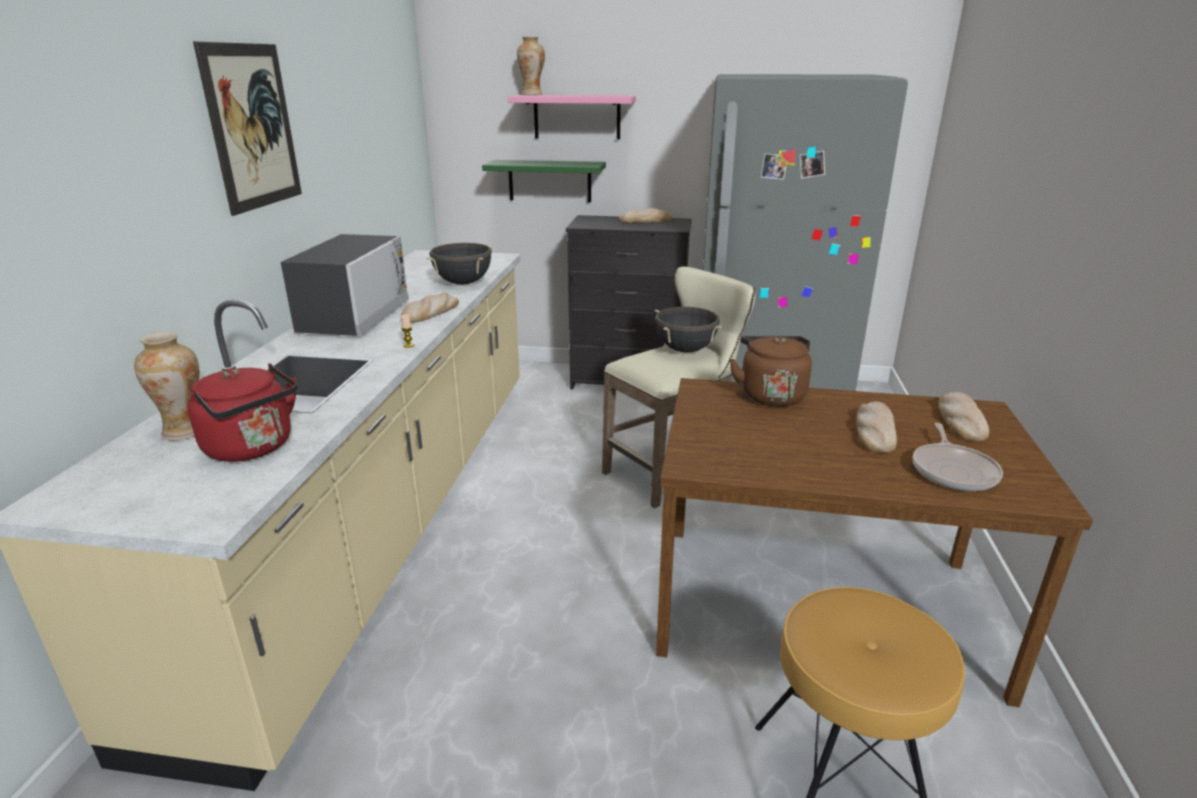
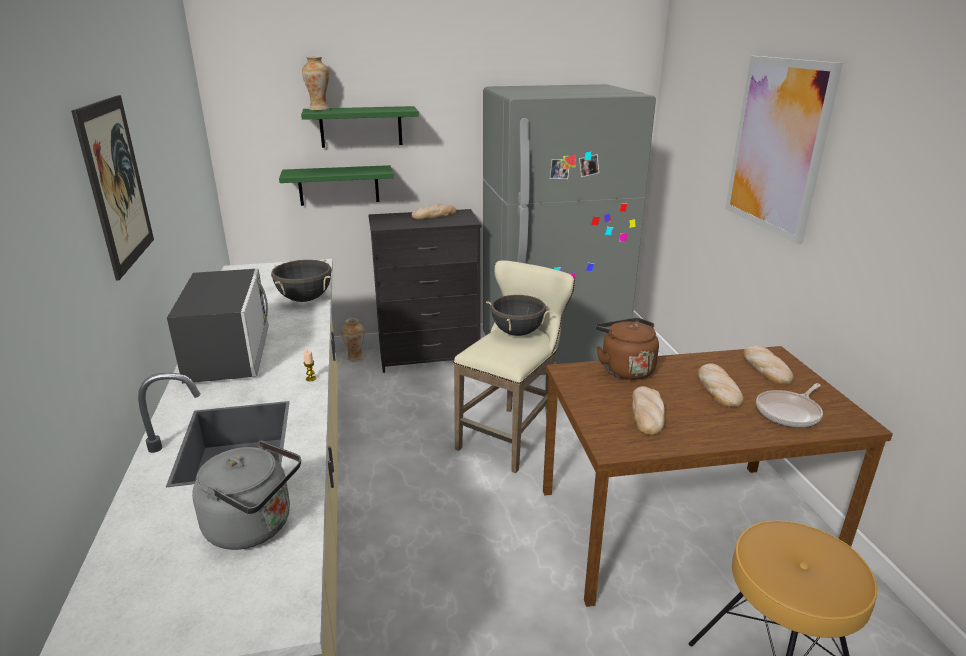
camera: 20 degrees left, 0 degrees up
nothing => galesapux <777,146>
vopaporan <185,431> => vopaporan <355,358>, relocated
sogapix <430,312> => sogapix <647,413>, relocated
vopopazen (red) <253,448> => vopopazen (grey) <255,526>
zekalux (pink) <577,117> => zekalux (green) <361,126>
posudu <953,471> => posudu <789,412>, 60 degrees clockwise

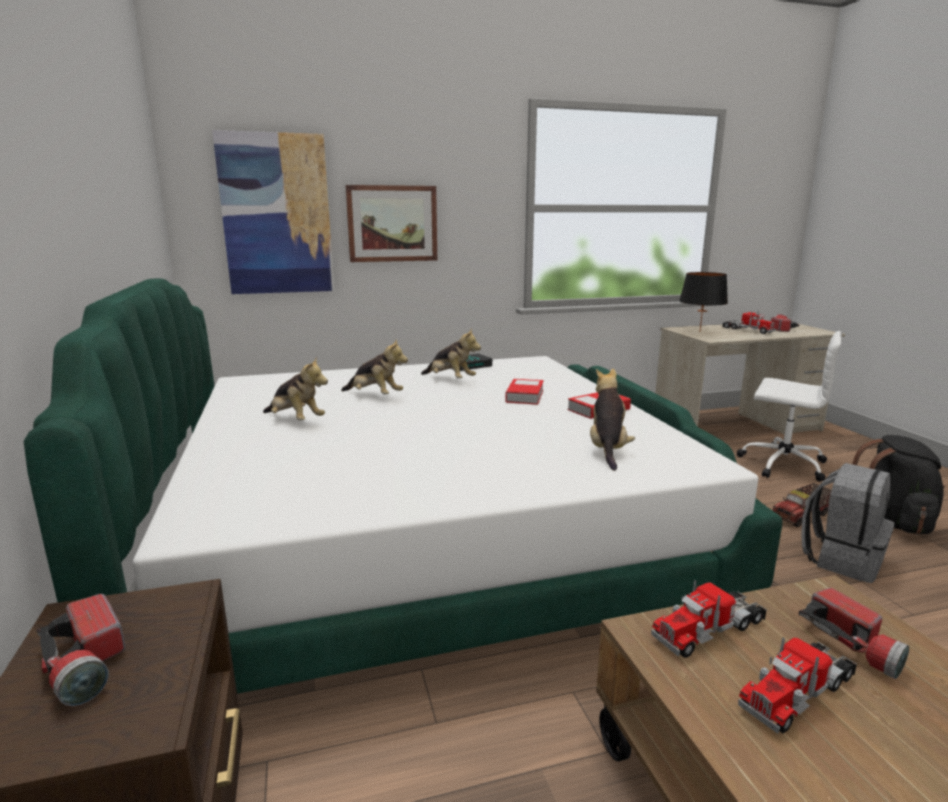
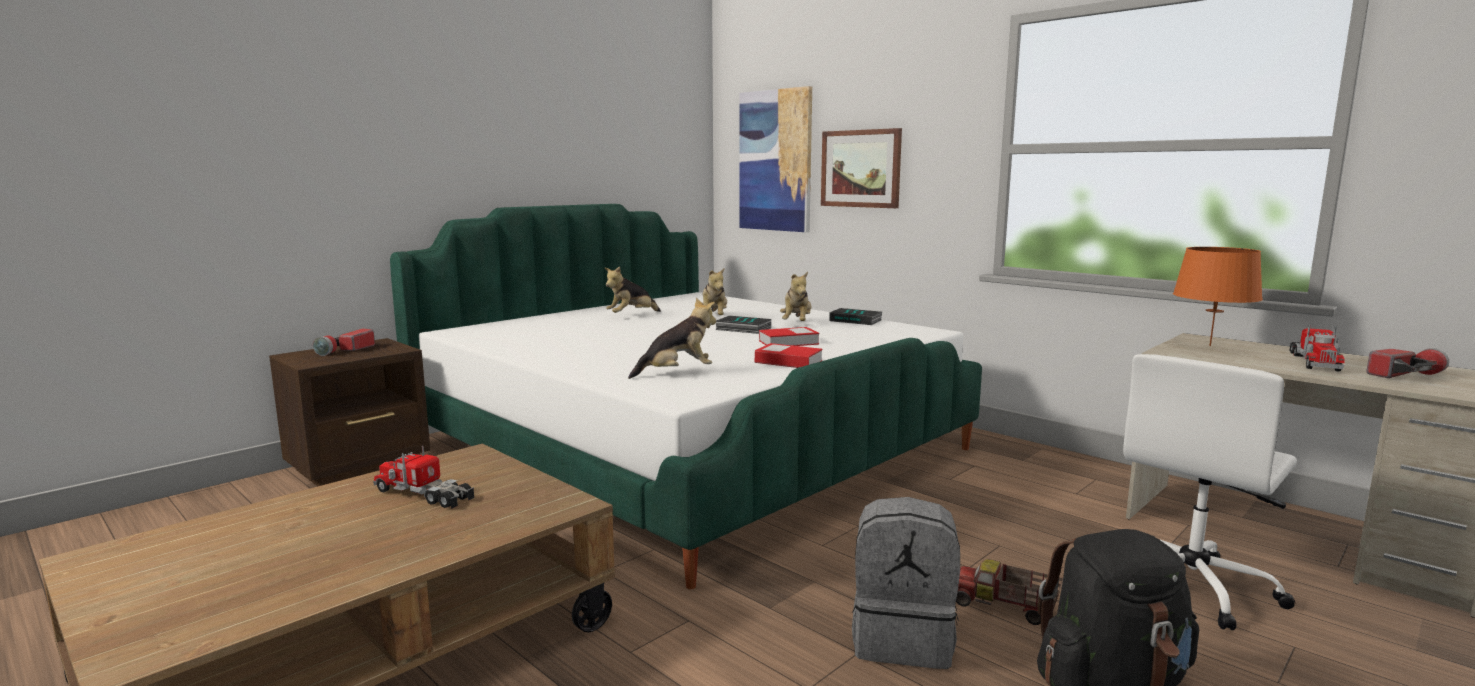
camera: 60 degrees right, 5 degrees down
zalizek <709,629> => nothing
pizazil <852,645> => nothing
nothing => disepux <742,329>
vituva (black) <699,332> => vituva (orange) <1210,346>
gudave <295,420> => gudave <631,315>, 45 degrees clockwise
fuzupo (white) <781,463> => fuzupo (white) <1191,585>, 45 degrees clockwise

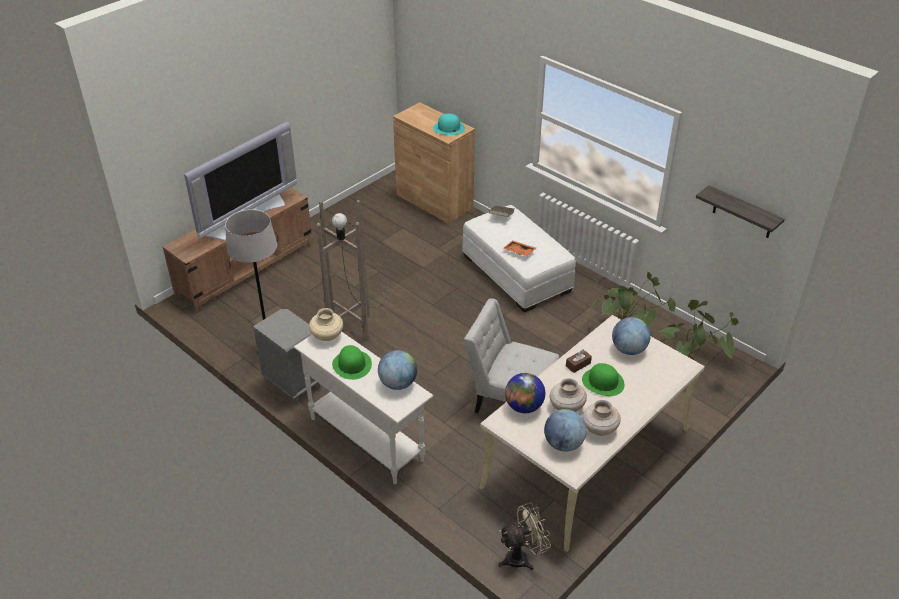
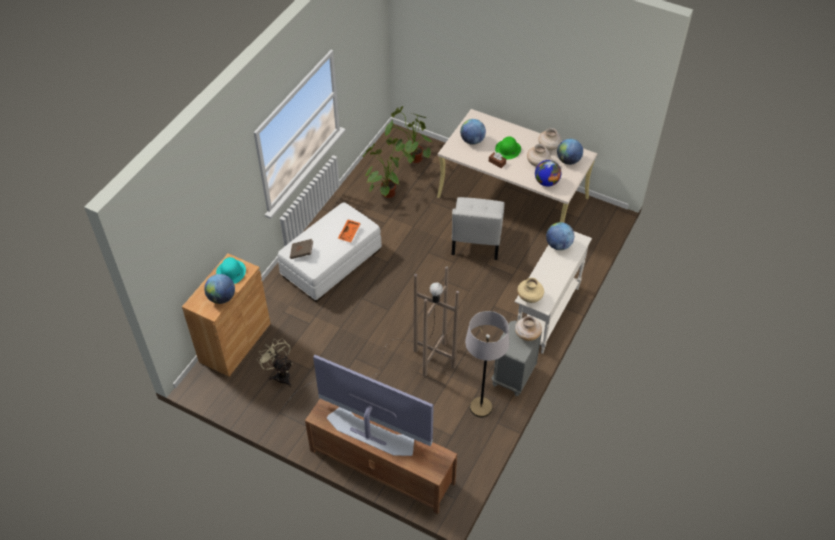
camera: 105 degrees left, 10 degrees up
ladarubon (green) <352,364> => nothing
zekalux <743,213> => nothing
nothing => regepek <221,298>
nothing => vopaporan (beige) <527,335>
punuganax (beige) <522,557> => punuganax (beige) <280,374>, relocated

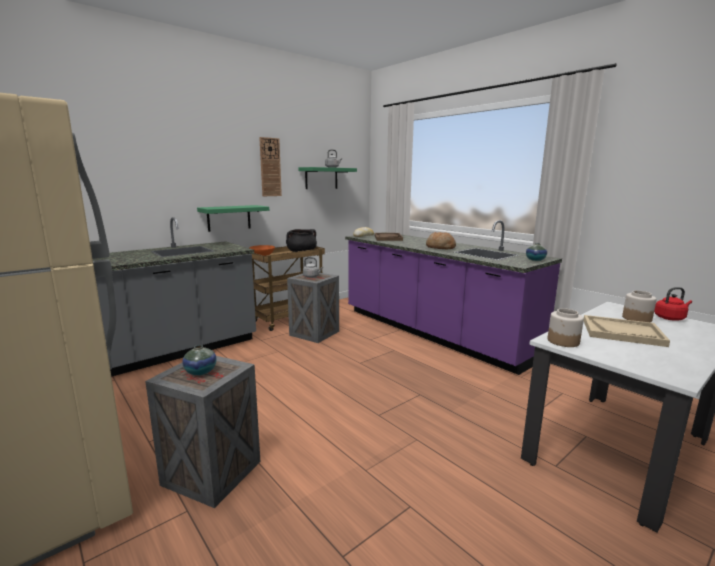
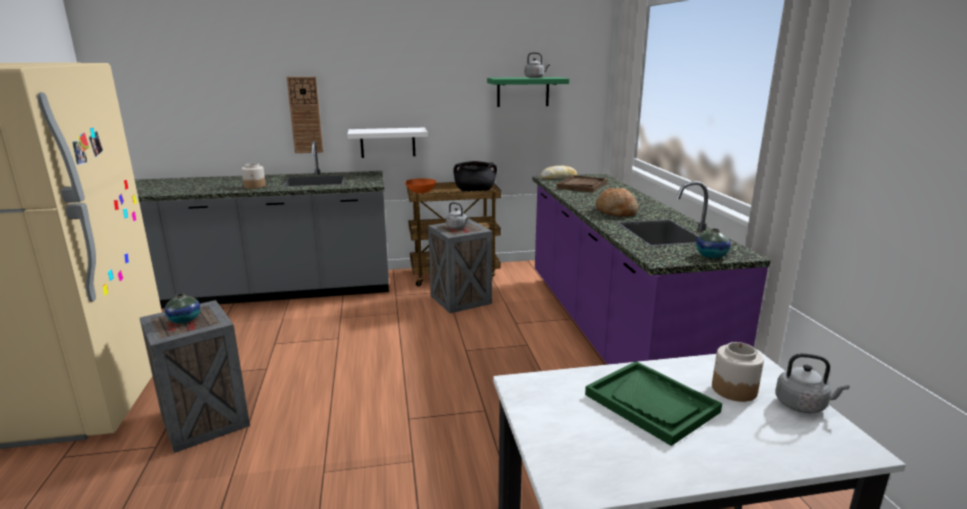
camera: 30 degrees right, 5 degrees up
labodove <270,167> => labodove <305,115>, relocated
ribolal <563,341> => ribolal <255,186>, relocated
zekalux (green) <229,218> => zekalux (white) <387,142>
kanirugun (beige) <622,332> => kanirugun (green) <651,403>
vopopazen (red) <670,318> => vopopazen (grey) <803,405>

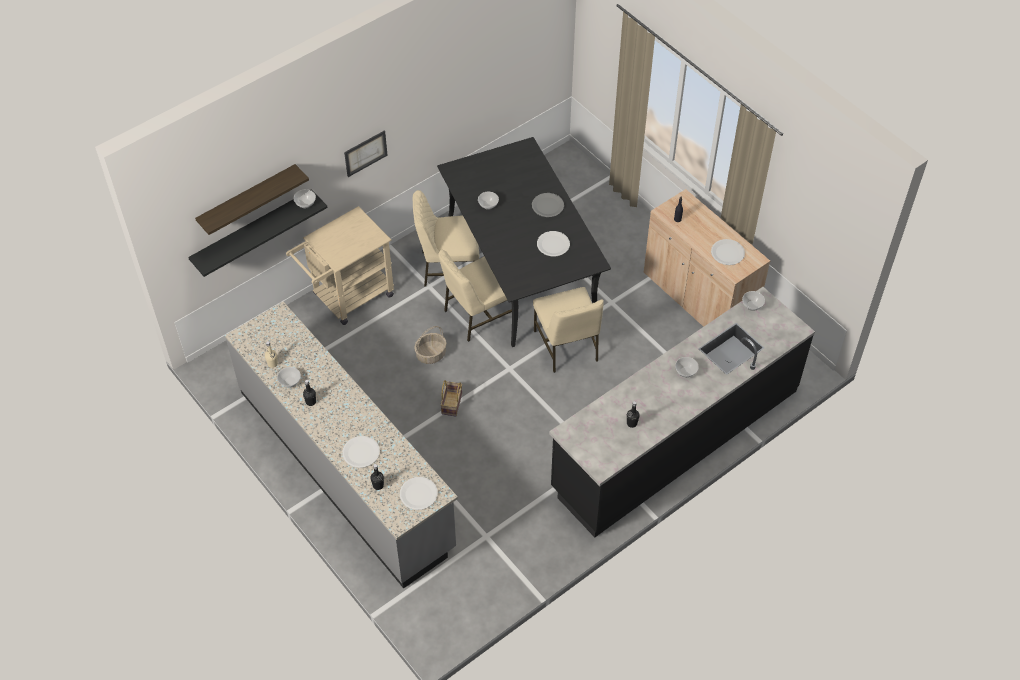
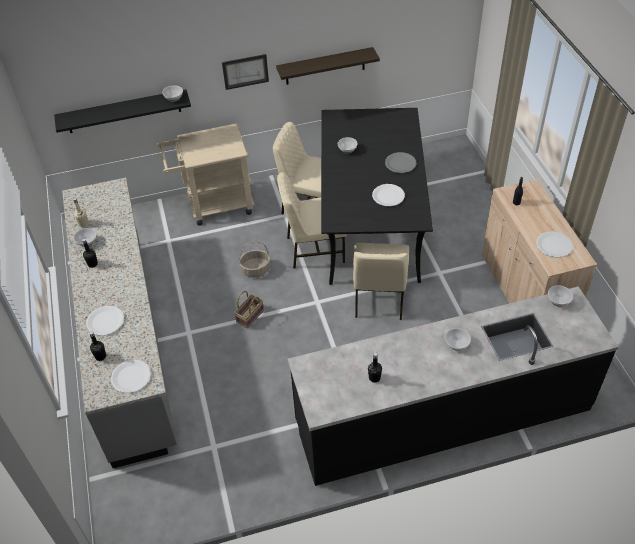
camera: 25 degrees right, 5 degrees down
zekalux <247,200> => zekalux <325,66>, relocated

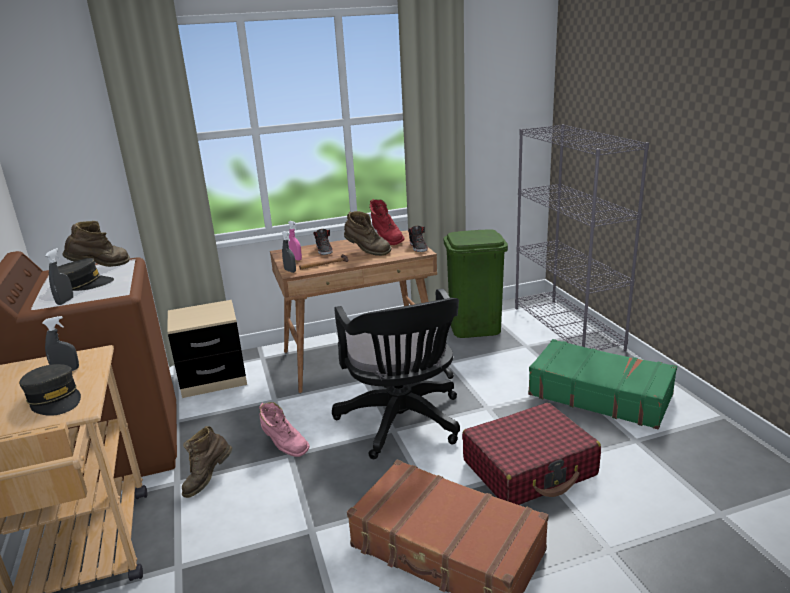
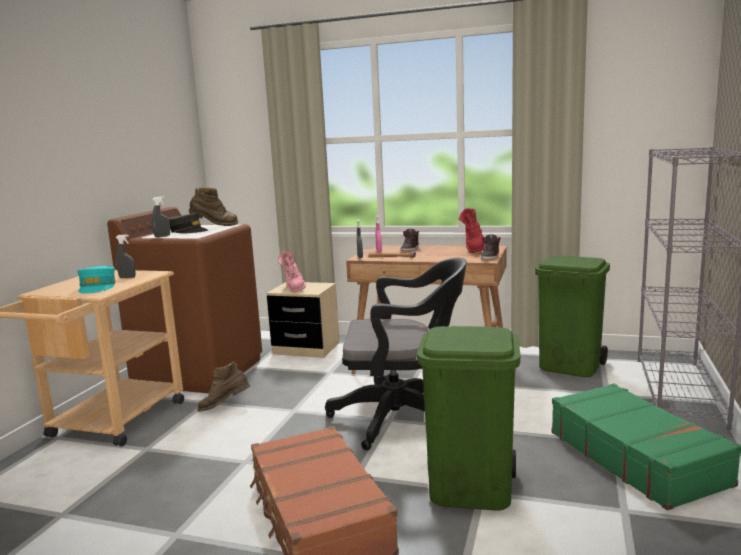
camera: 35 degrees right, 10 degrees down
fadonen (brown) <367,252> => nothing
fadonen (pink) <284,446> => fadonen (pink) <293,288>, relocated
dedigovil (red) <529,468> => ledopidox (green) <471,489>
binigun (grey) <54,399> => binigun (turquoise) <97,287>
fuzupo (black) <402,424> => fuzupo (black) <403,418>, 105 degrees counterclockwise

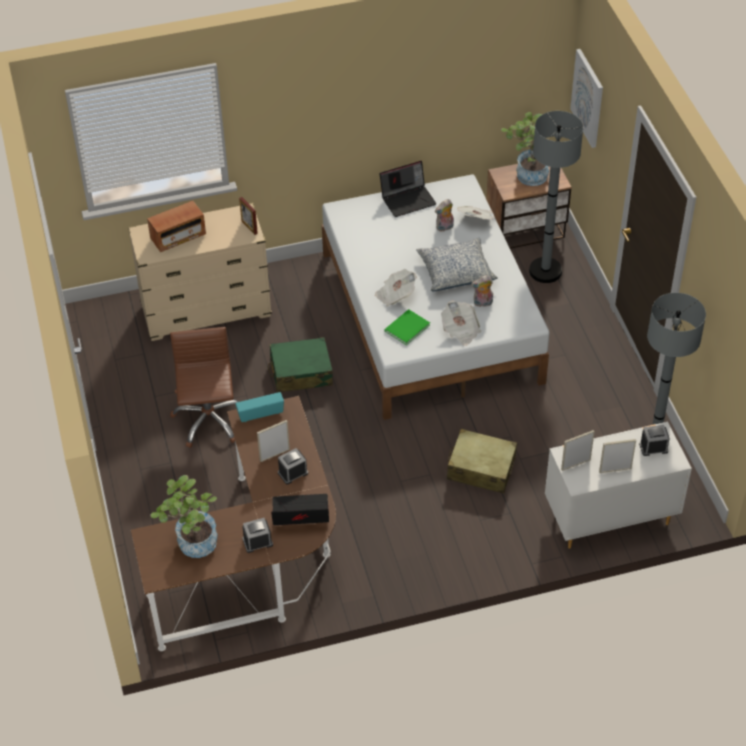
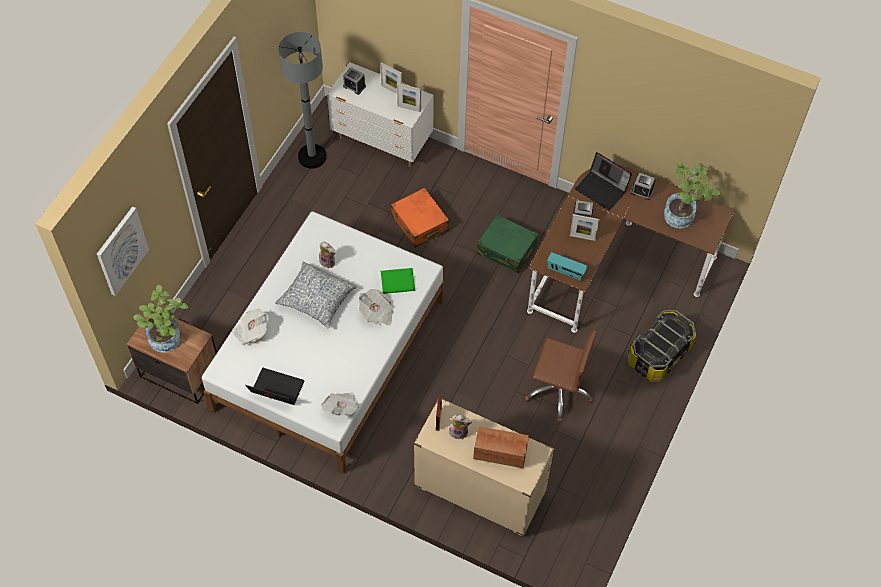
camera: 140 degrees left, 10 degrees up
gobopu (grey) <545,271> => nothing
nothing => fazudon <659,355>
dedigovil (green) <301,373> => dedigovil (green) <507,249>, relocated
gudave <444,228> => gudave <459,432>, relocated
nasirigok <460,330> => nasirigok <341,408>, relocated
dedigovil (beige) <481,468> => dedigovil (orange) <420,223>
fuzupo (brown) <208,420> => fuzupo (brown) <559,391>, 105 degrees counterclockwise

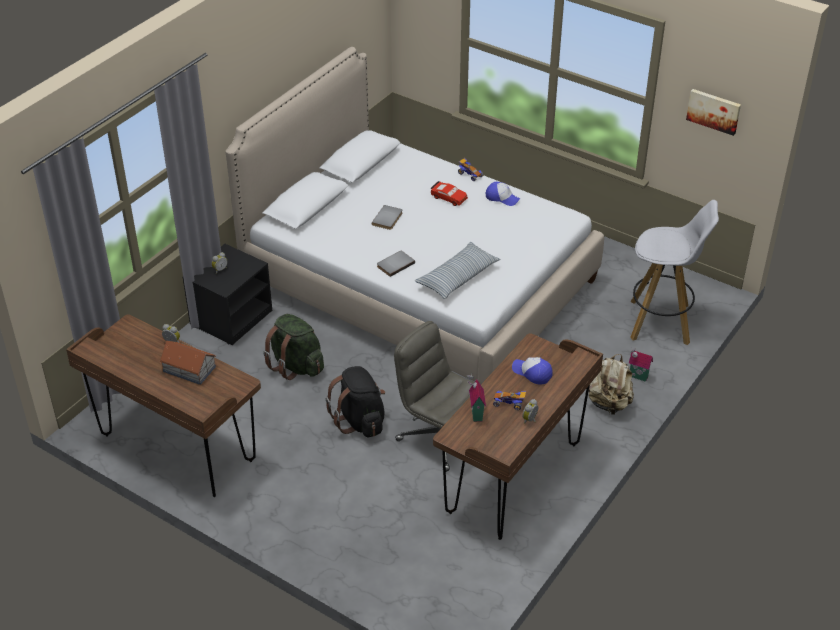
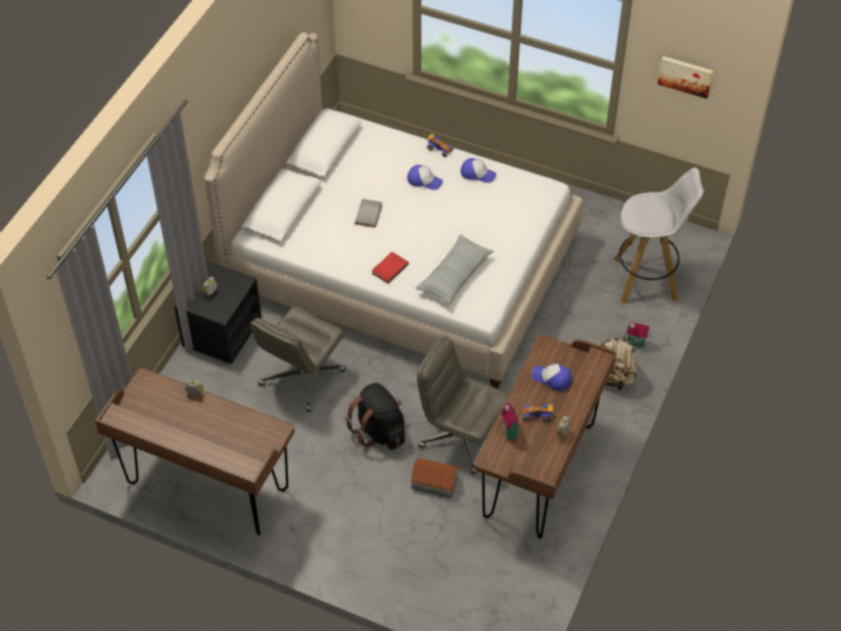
camera: 10 degrees left, 10 degrees up
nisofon <189,368> => nisofon <434,481>, relocated
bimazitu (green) <296,366> => fuzupo (grey) <301,378>
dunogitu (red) <448,197> => binigun <424,180>
disepux (grey) <394,264> => disepux (red) <389,268>

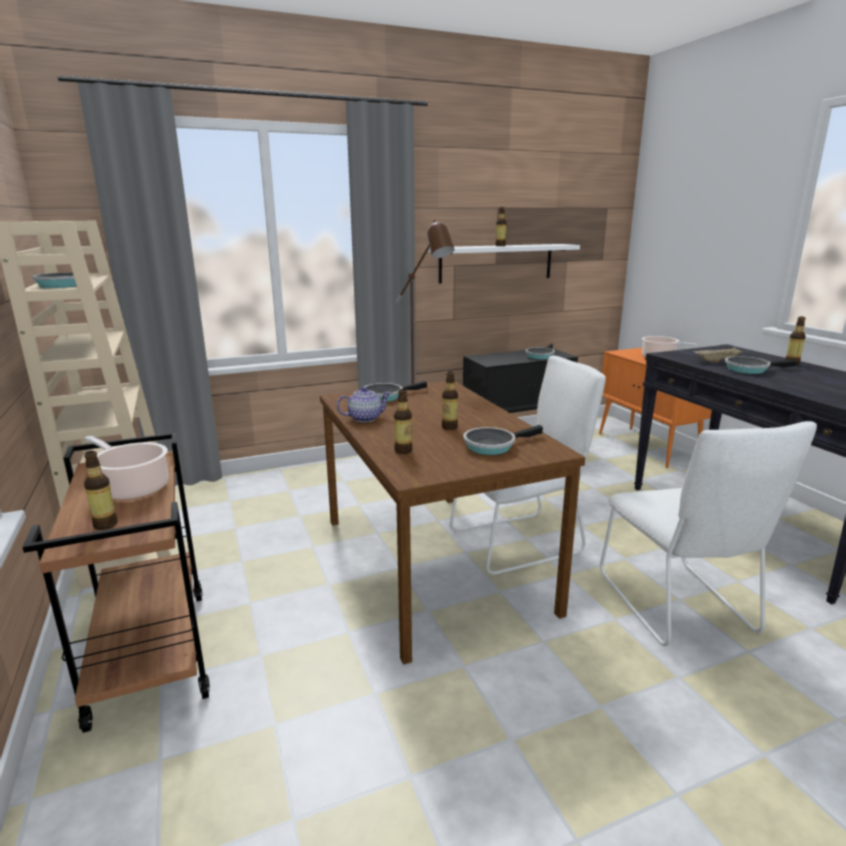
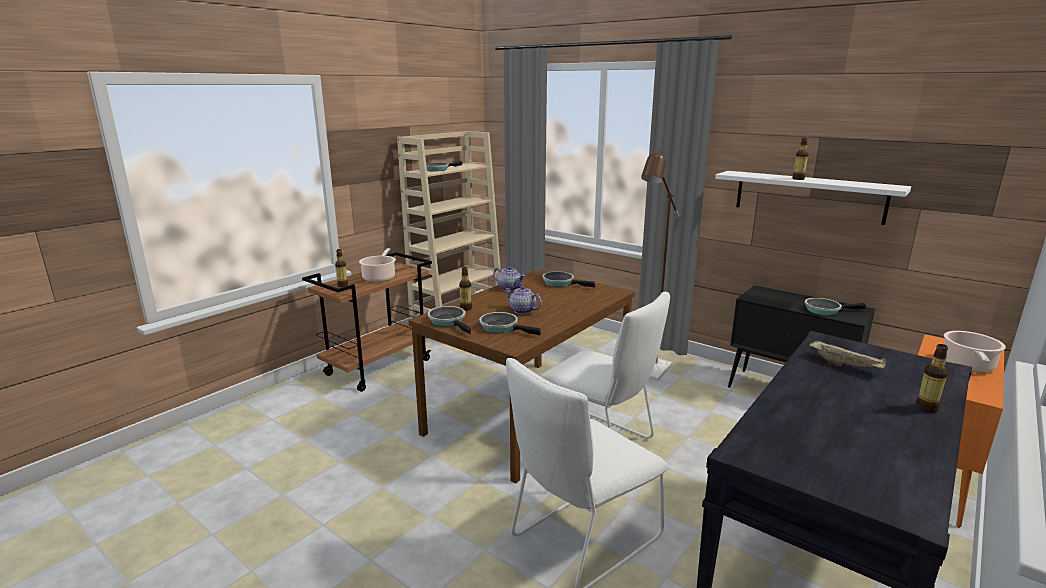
camera: 60 degrees right, 0 degrees up
posudu <749,369> => posudu <449,321>, relocated
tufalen <449,427> => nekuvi <522,310>

